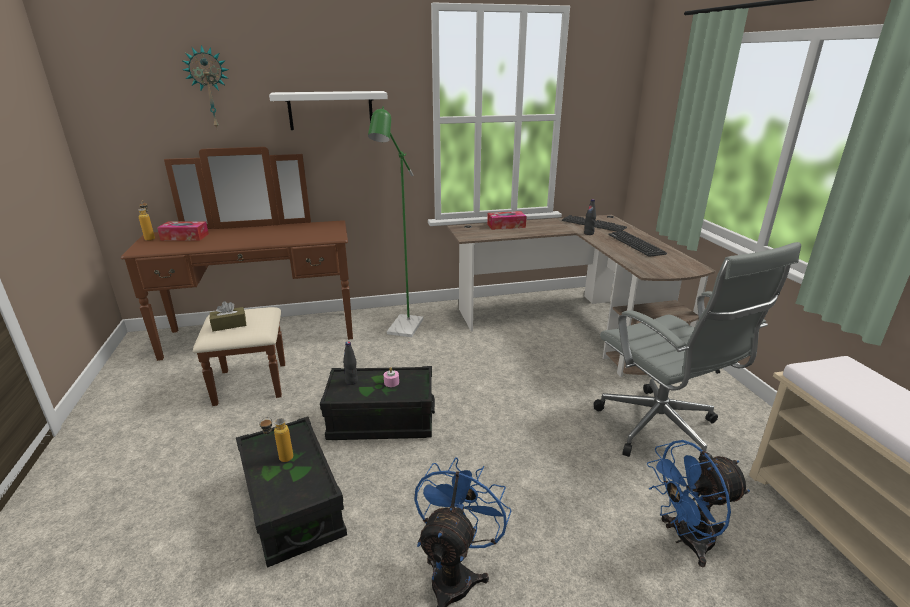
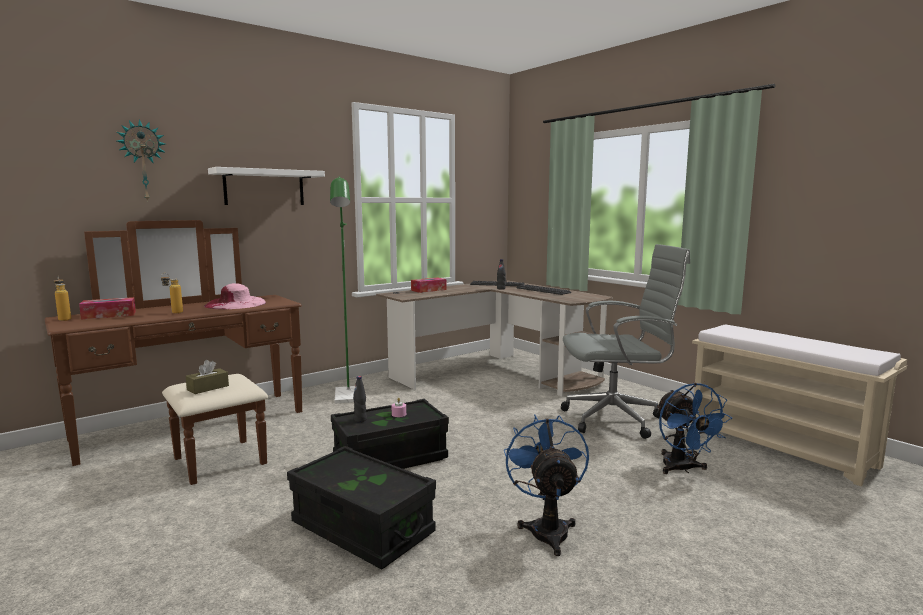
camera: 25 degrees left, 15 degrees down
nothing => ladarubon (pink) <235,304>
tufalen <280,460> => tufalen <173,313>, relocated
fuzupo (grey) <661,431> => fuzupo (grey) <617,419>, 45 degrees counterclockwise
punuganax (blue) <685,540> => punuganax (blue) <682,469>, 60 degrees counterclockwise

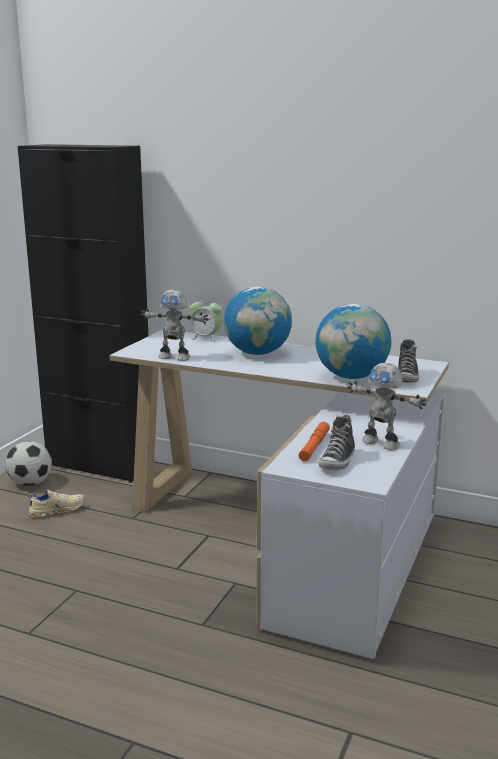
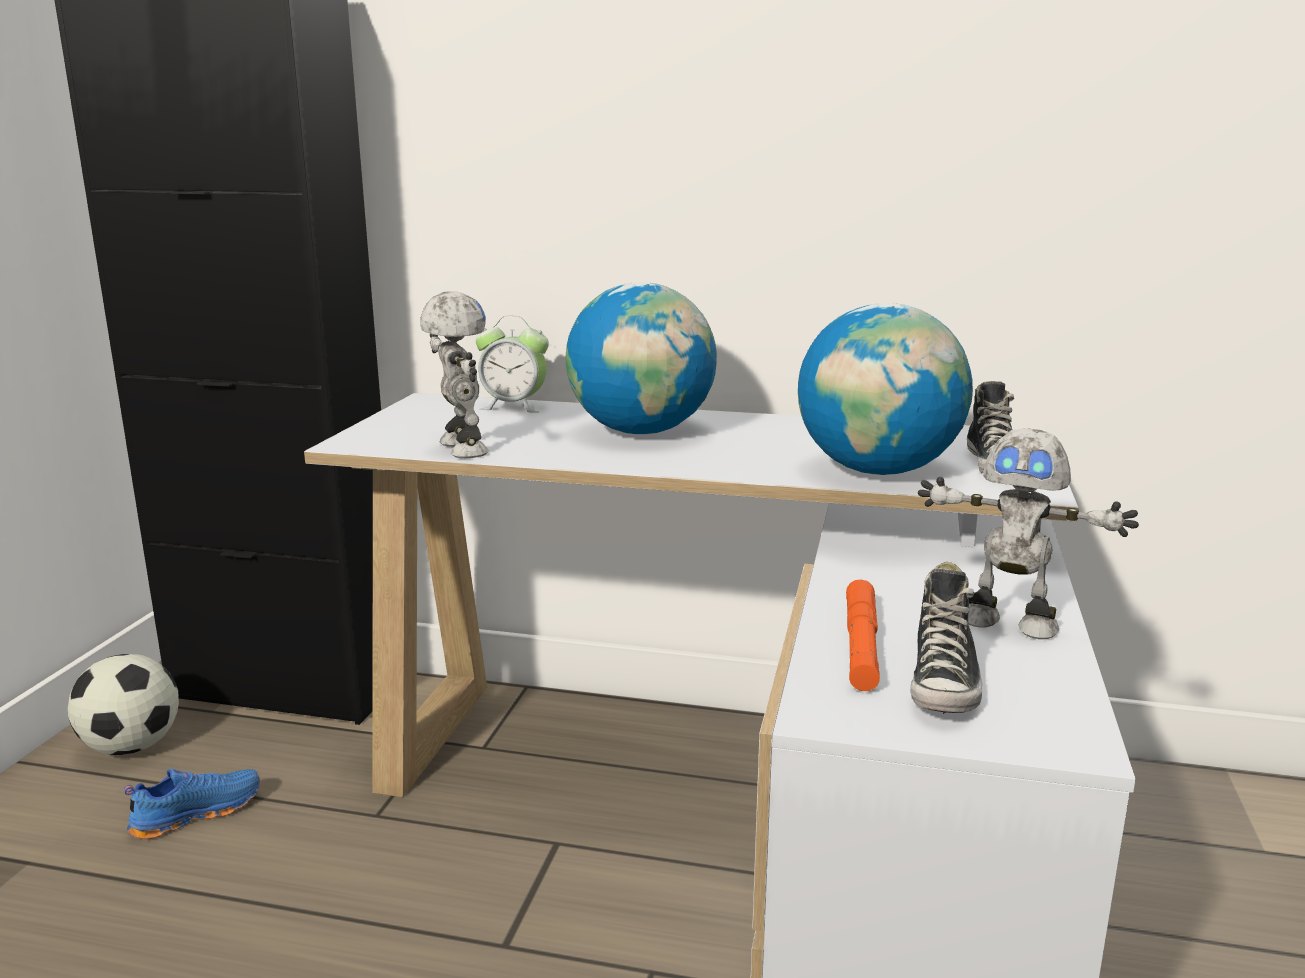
camera: 10 degrees left, 0 degrees up
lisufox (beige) <57,510> => lisufox (blue) <196,813>
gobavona <175,357> => gobavona <460,449>, 120 degrees counterclockwise

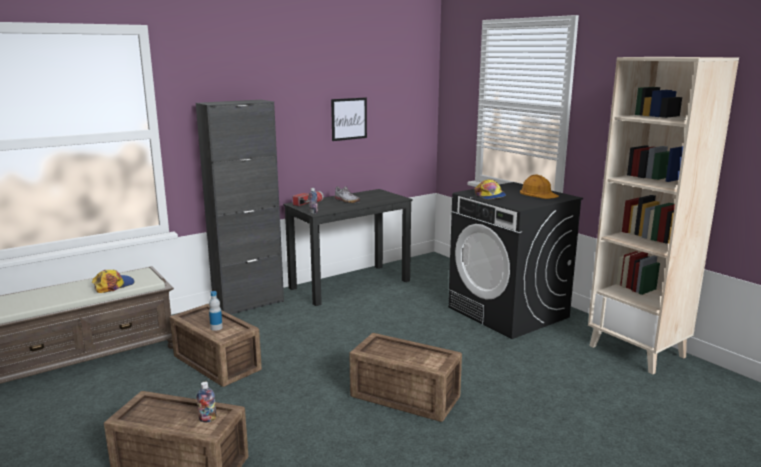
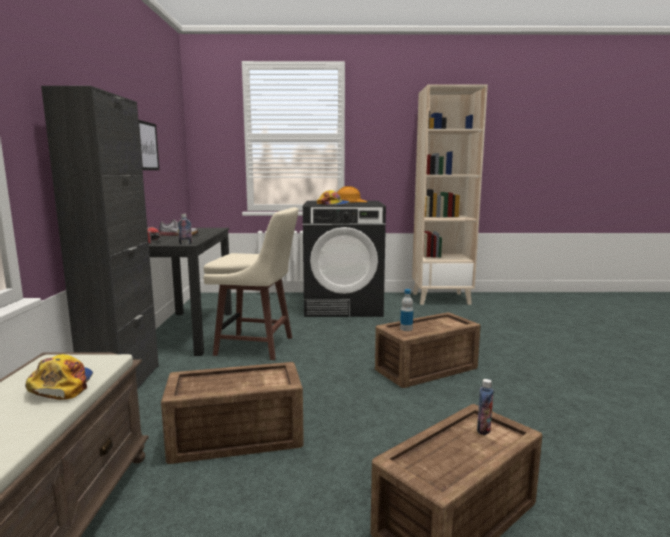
camera: 55 degrees left, 5 degrees down
nothing => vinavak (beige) <257,347>
tufalen <216,328> => tufalen <406,329>, relocated

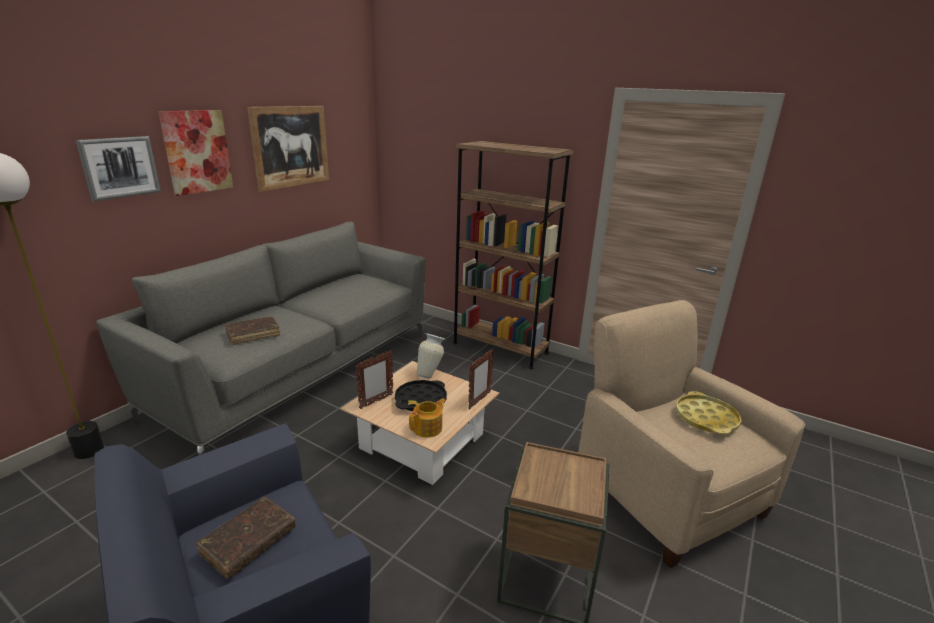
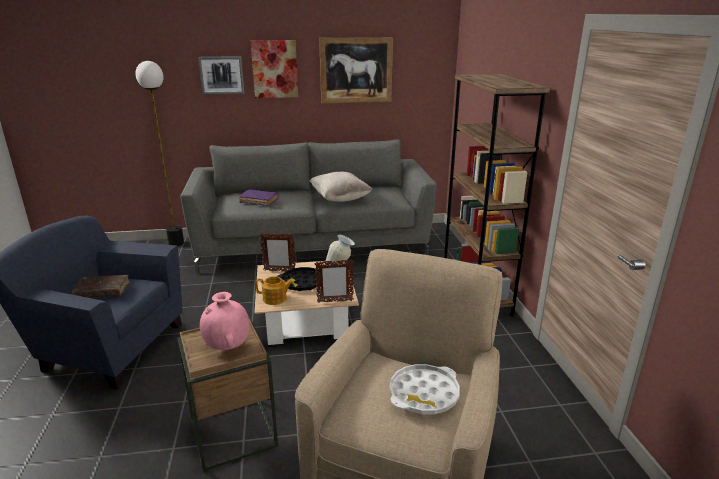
camera: 50 degrees right, 0 degrees up
nothing => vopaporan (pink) <227,347>
nothing => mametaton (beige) <340,199>
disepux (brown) <253,334> => disepux (purple) <259,201>
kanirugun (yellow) <706,418> => kanirugun (white) <424,394>

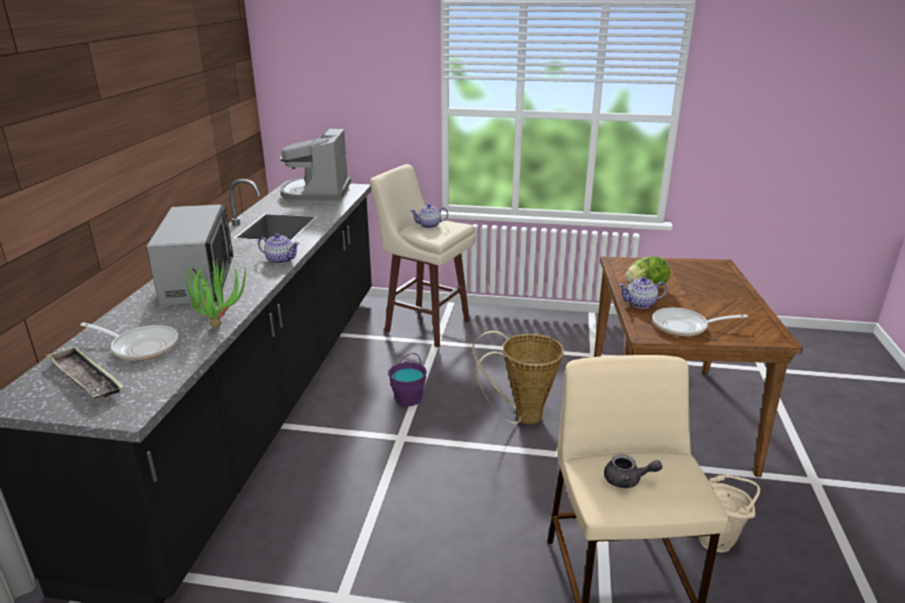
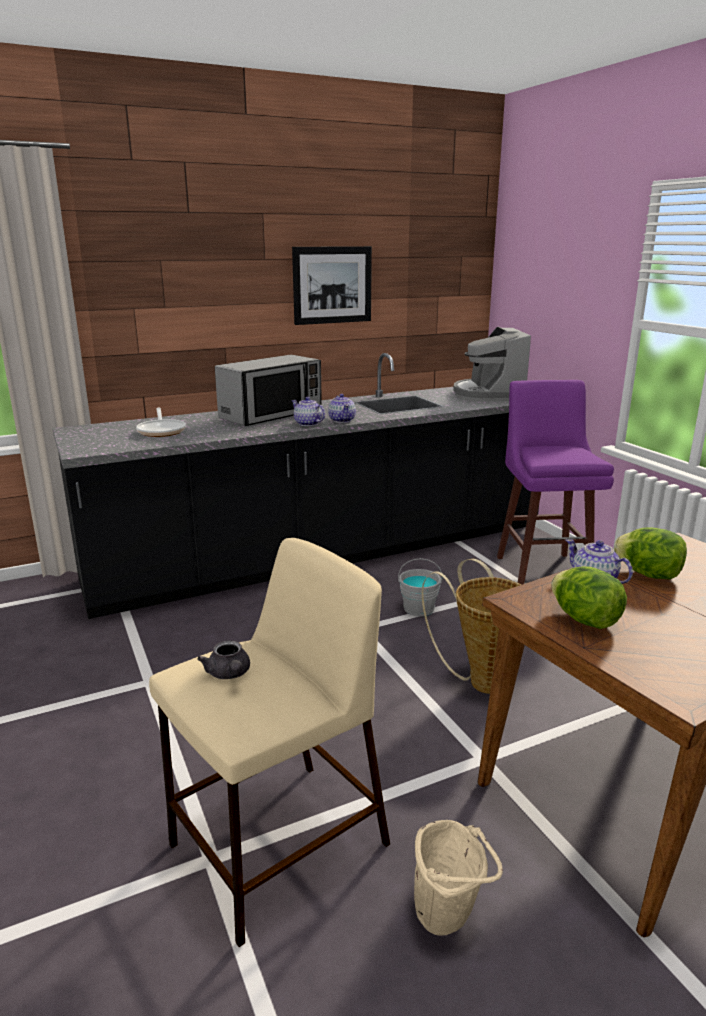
camera: 55 degrees right, 5 degrees down
kanirugun <85,378> => nothing
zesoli <219,323> => nothing
nothing => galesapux <332,285>
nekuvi <429,225> => nekuvi <308,424>, relocated
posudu <684,326> => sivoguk <584,620>
vinavak (beige) <425,325> => vinavak (purple) <542,570>
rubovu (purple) <408,398> => rubovu (grey) <419,608>
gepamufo <317,194> => gepamufo <488,394>, 60 degrees counterclockwise

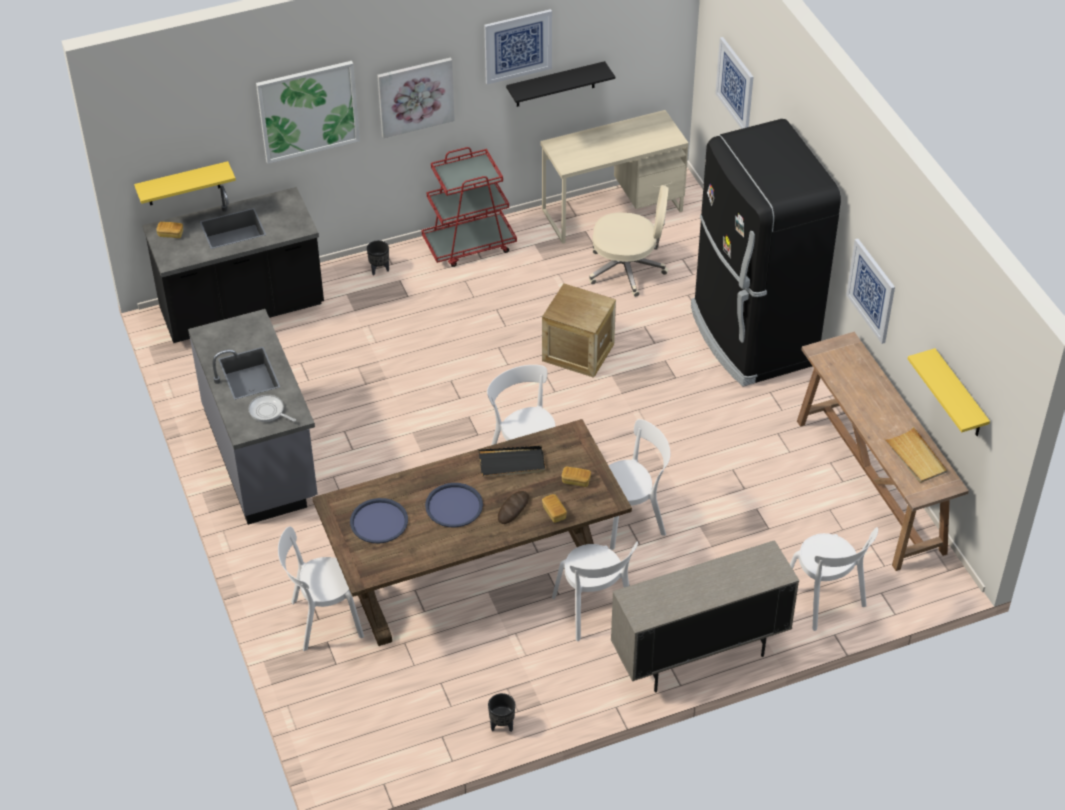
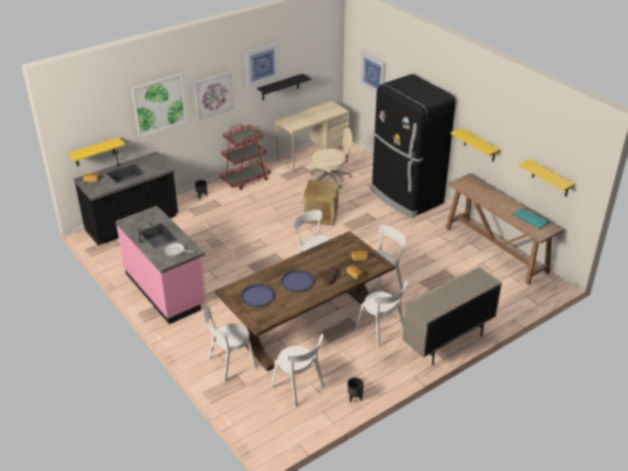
camera: 15 degrees left, 10 degrees down
kanirugun (black) <512,463> => nothing
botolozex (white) <825,600> => botolozex (white) <299,388>, relocated
galesapux <871,290> => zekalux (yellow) <479,145>
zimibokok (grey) <262,455> => zimibokok (pink) <166,289>
kanirugun (beige) <915,457> => kanirugun (turquoise) <529,219>

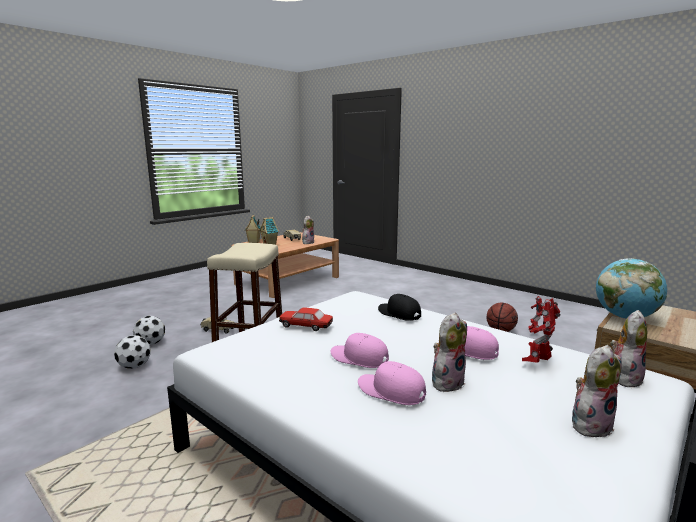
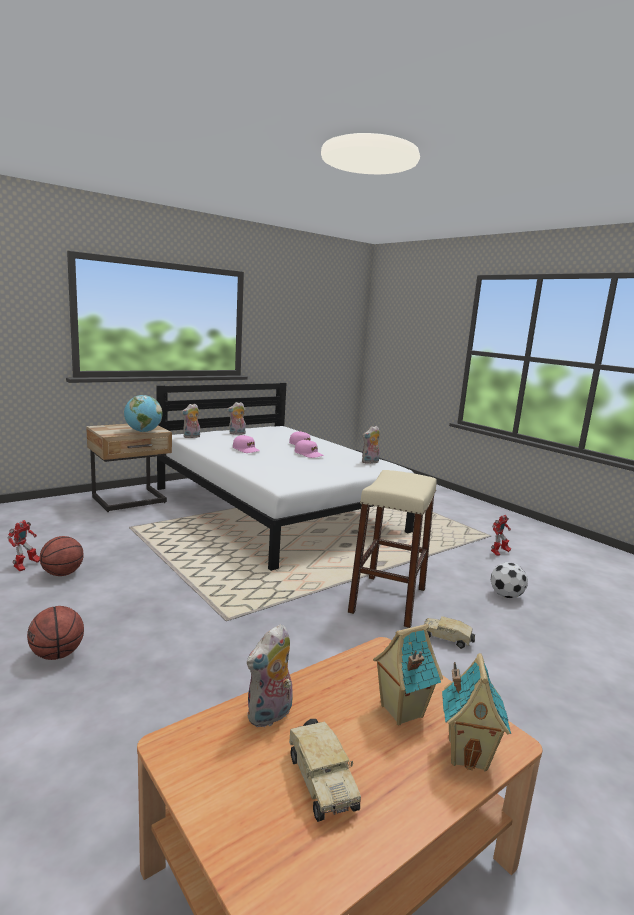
camera: 170 degrees left, 0 degrees up
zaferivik <151,343> => nothing
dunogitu <306,326> => nothing
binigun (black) <399,314> => nothing
nothing => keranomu <57,654>
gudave <447,382> => gudave <370,462>, relocated
gobavona <538,363> => gobavona <499,553>, relocated

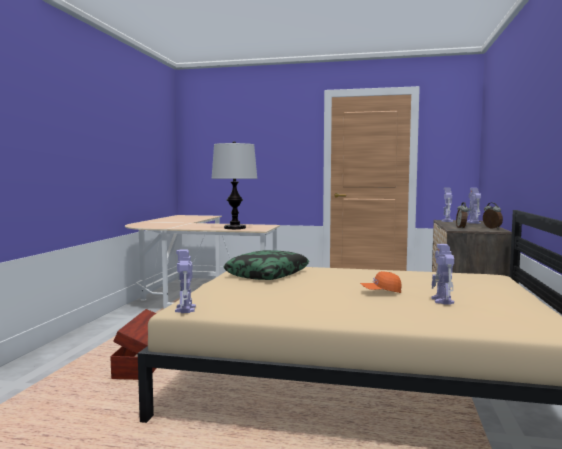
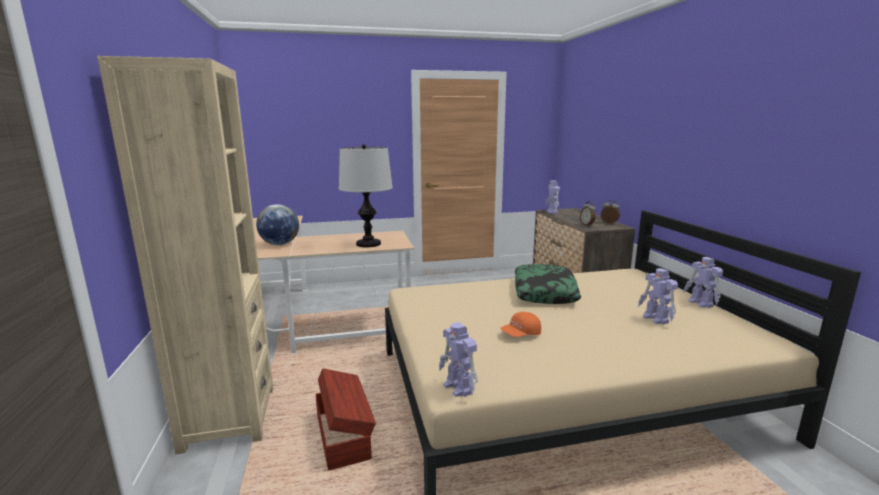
camera: 25 degrees left, 10 degrees up
nothing => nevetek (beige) <229,418>
nothing => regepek <279,244>
mametaton <267,274> => mametaton <544,292>, relocated
binigun (orange) <381,292> => binigun (orange) <520,334>, relocated
gobavona <473,222> => gobavona <701,303>, relocated

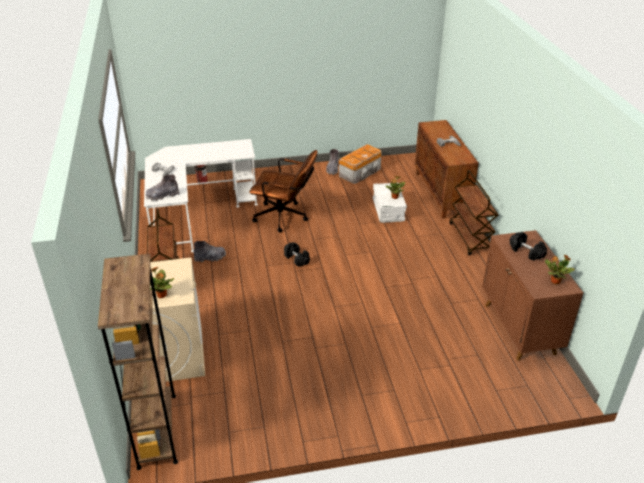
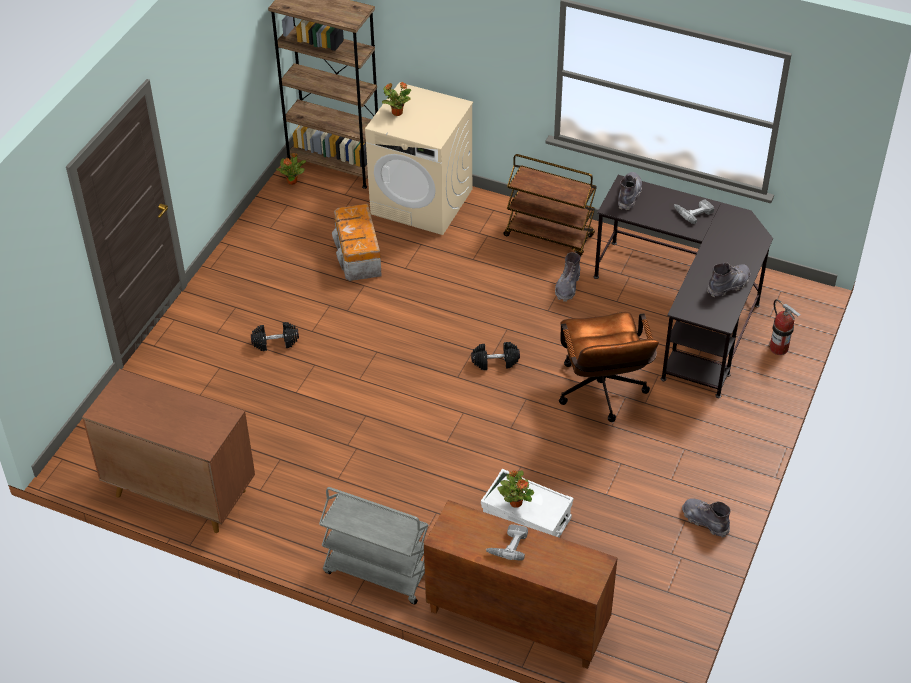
camera: 125 degrees right, 10 degrees up
nothing => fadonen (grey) <729,285>
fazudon <360,172> => fazudon <358,255>, relocated
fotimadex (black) <526,252> => fotimadex (black) <275,342>, relocated
zesoli <555,281> => zesoli <292,181>, relocated
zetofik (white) <194,213> => zetofik (black) <687,309>
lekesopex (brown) <470,238> => lekesopex (grey) <377,573>
fuzupo (brown) <285,217> => fuzupo (brown) <602,394>, 60 degrees counterclockwise

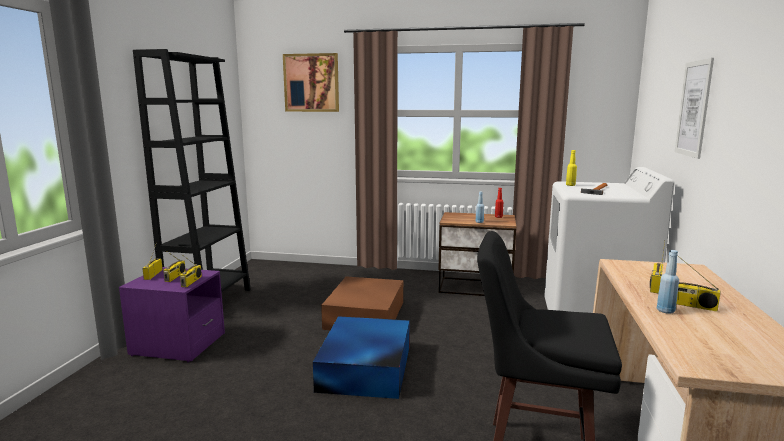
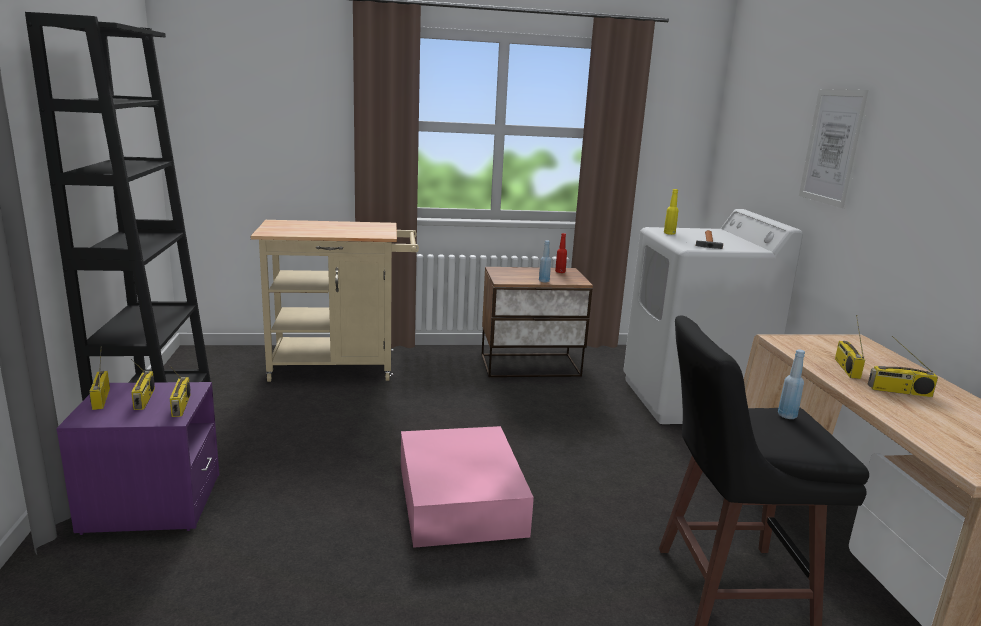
camera: 20 degrees left, 5 degrees up
galesapux <311,83> => nothing
fazudon (brown) <366,314> => nothing
nothing => lekesopex (beige) <341,367>
tufalen (blue) <665,311> => tufalen (blue) <787,416>, relocated
fazudon (blue) <364,368> => fazudon (pink) <460,500>

